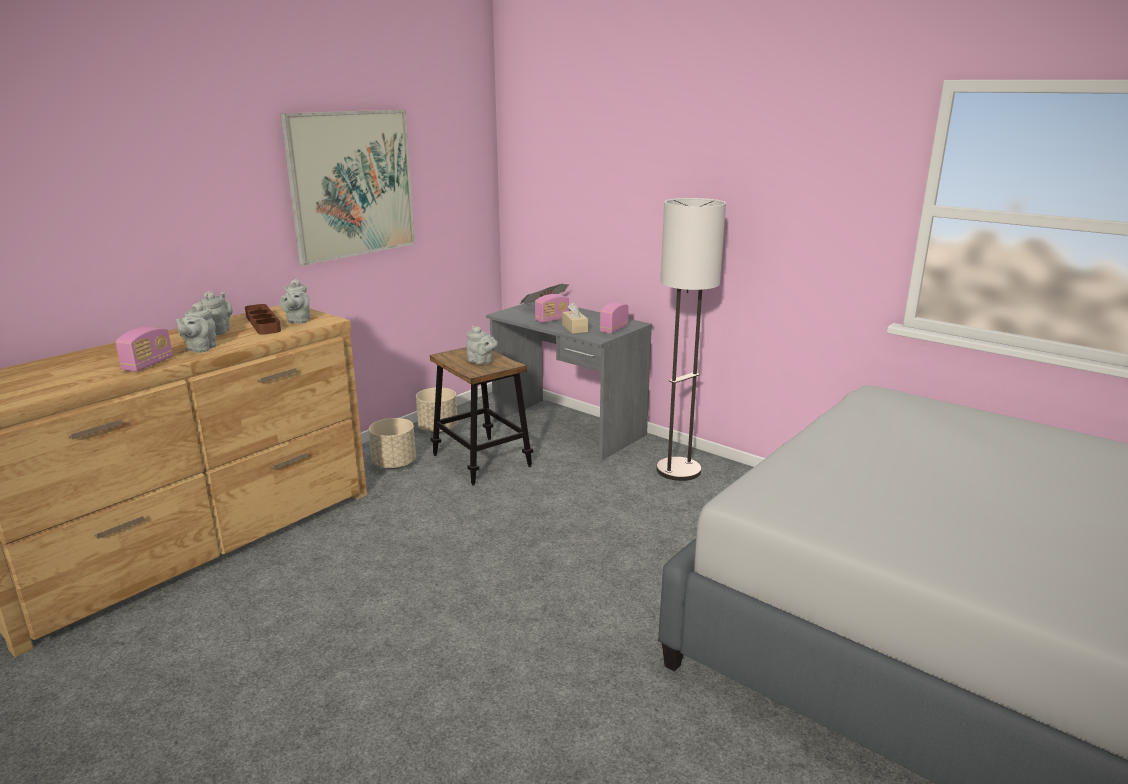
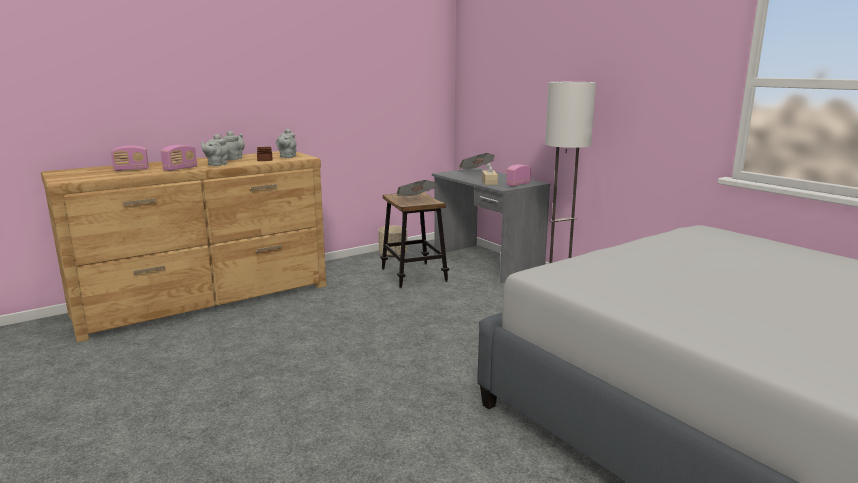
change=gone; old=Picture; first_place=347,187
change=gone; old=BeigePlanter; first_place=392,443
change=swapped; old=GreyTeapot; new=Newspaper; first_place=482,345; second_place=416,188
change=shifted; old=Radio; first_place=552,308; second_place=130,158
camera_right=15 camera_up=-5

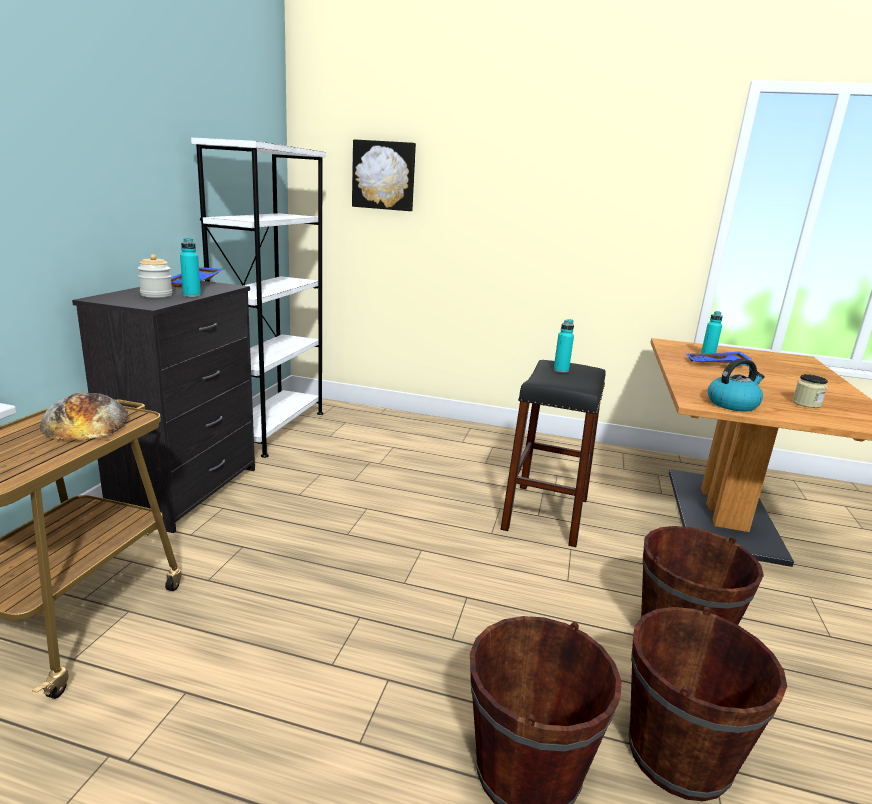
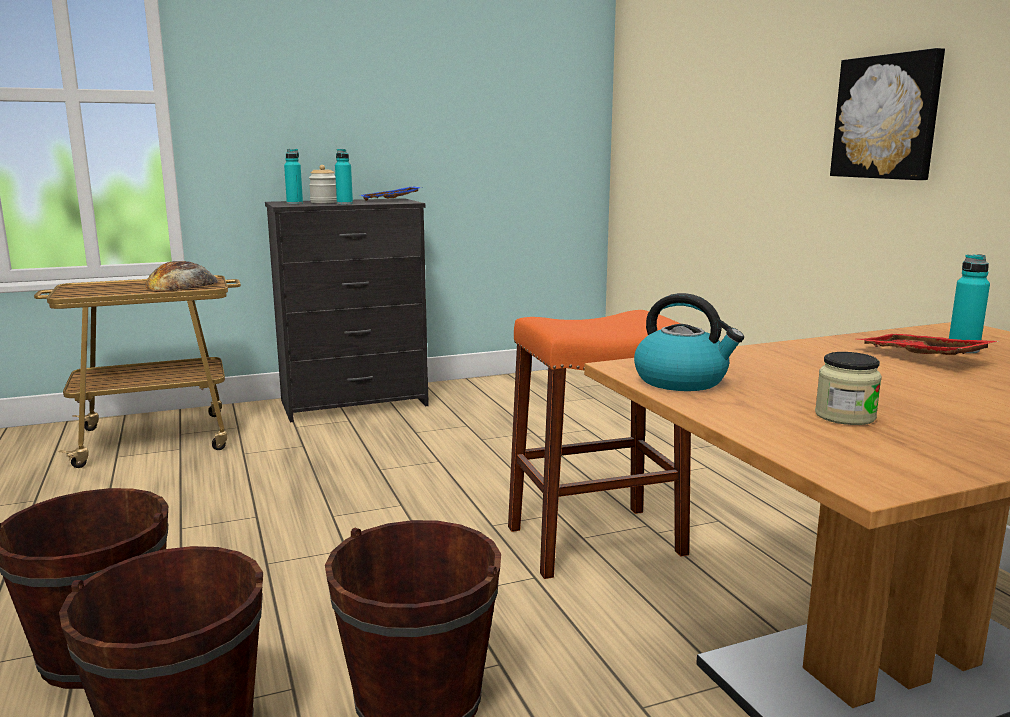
change=gone; old=WhiteBookcase; first_place=258,297
change=shifted; old=Picture; first_place=384,175; second_place=887,114
change=repainted; old=BlackStool; new=OrangeStool; first_place=553,453; second_place=599,444
change=shifted; old=TurquoiseBottle; first_place=563,346; second_place=293,176
change=repainted; old=BlueTray; new=RedTray; first_place=718,358; second_place=929,344
camera_right=55 camera_up=-5

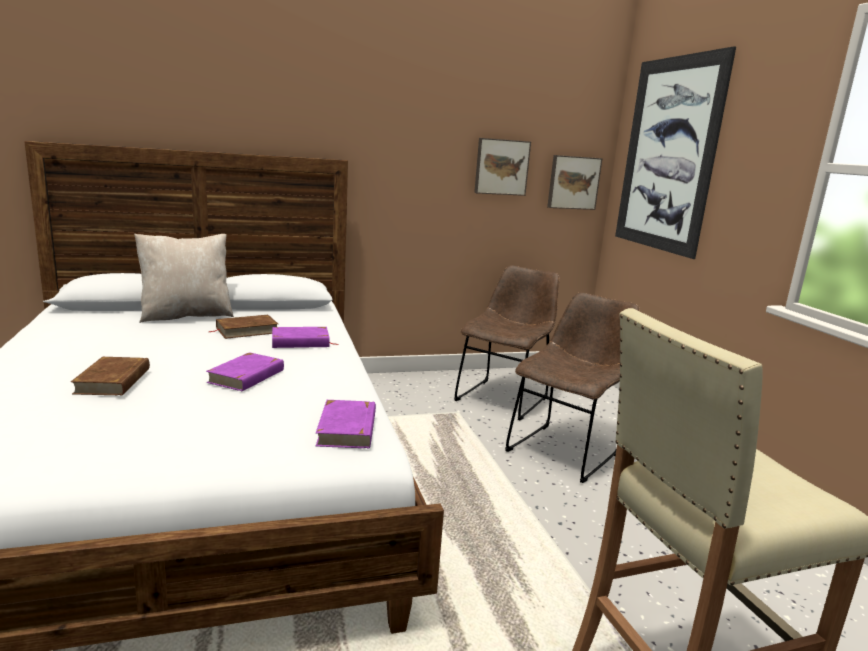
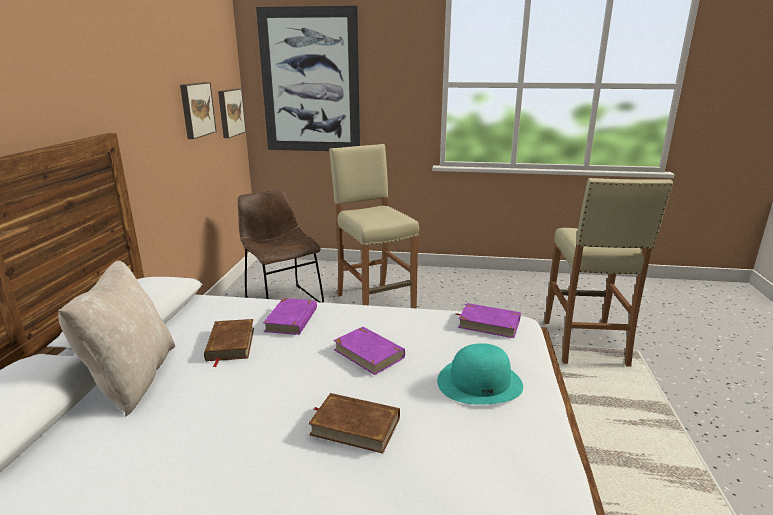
change=swapped; old=BrownChair; new=BeigeStool; first_place=572,387; second_place=374,226
change=new; new=TurquoiseHat; second_place=480,374
camera_right=-65 camera_up=5

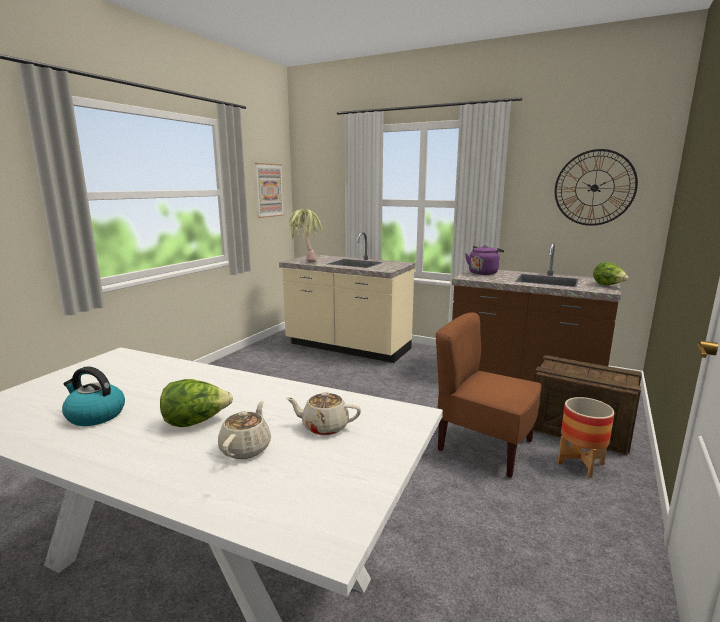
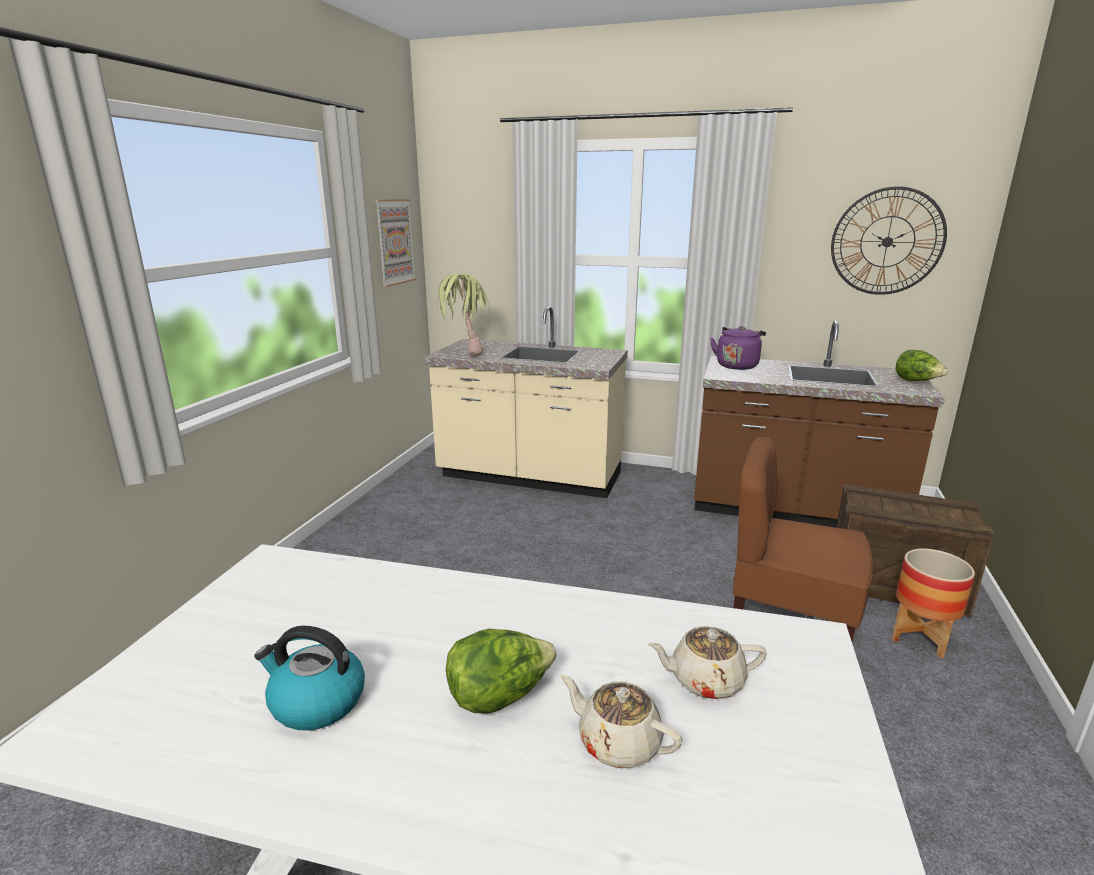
change=rotated; old=BeigeTeapot; first_place=244,430; second_place=621,721; degrees=-60
camera_right=-10 camera_up=5

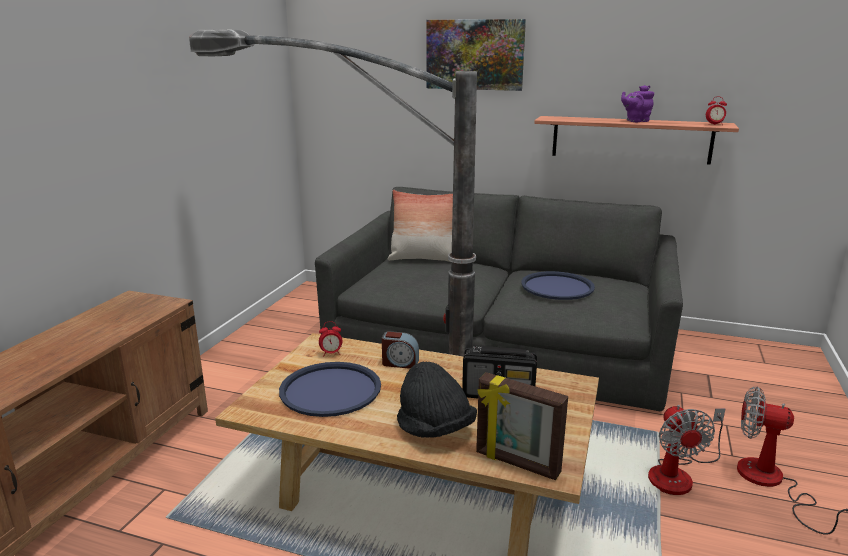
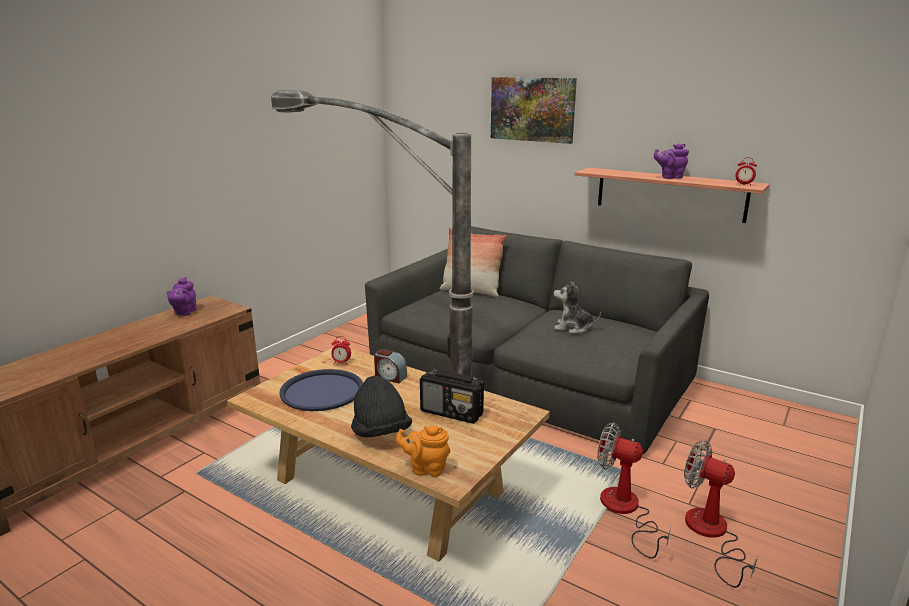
change=swapped; old=PictureFrame; new=OrangeTeapot; first_place=522,426; second_place=423,451
change=swapped; old=BlueTray; new=PlushToy; first_place=558,285; second_place=577,307
change=rotated; old=Fan; first_place=686,450; second_place=634,490; degrees=105
change=new; new=PurpleTeapot; second_place=181,296
camera_right=15 camera_up=0

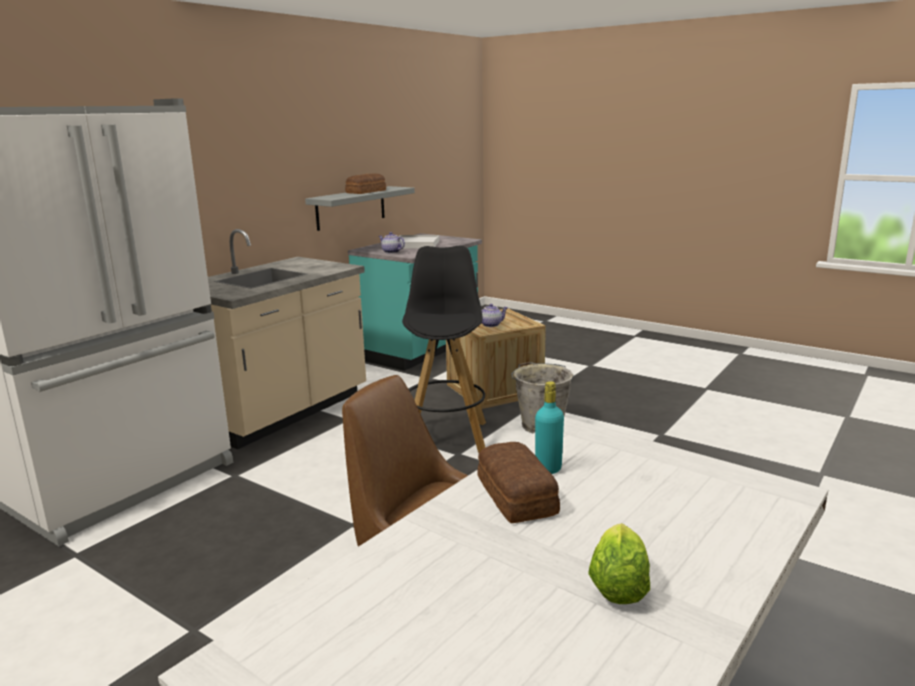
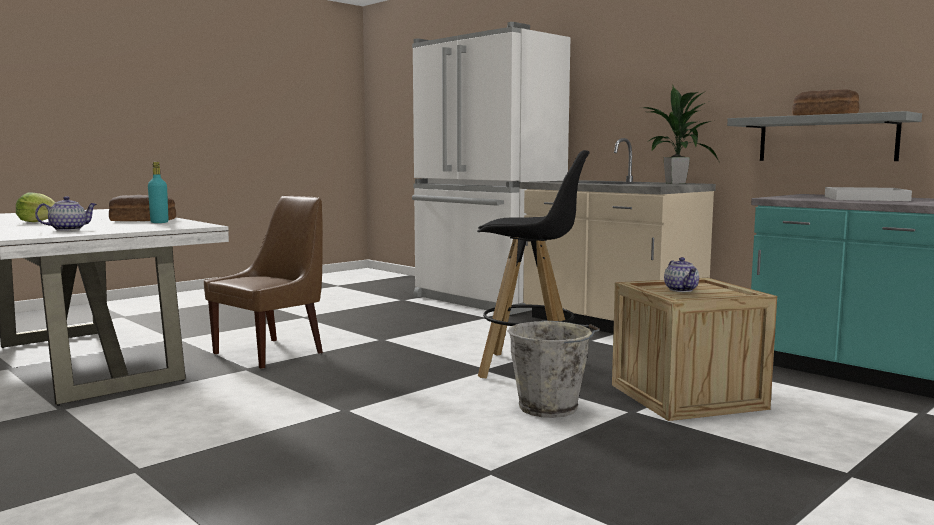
change=shifted; old=Teapot; first_place=392,242; second_place=66,213
change=new; new=PottedPlant; second_place=681,134
camera_right=100 camera_up=-10

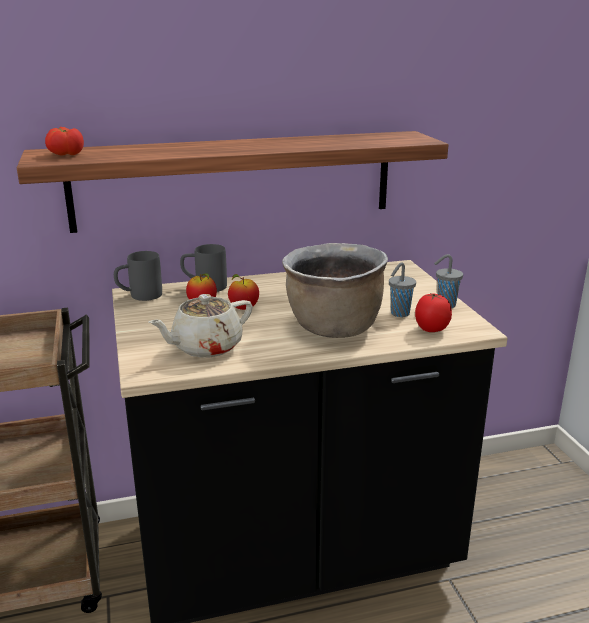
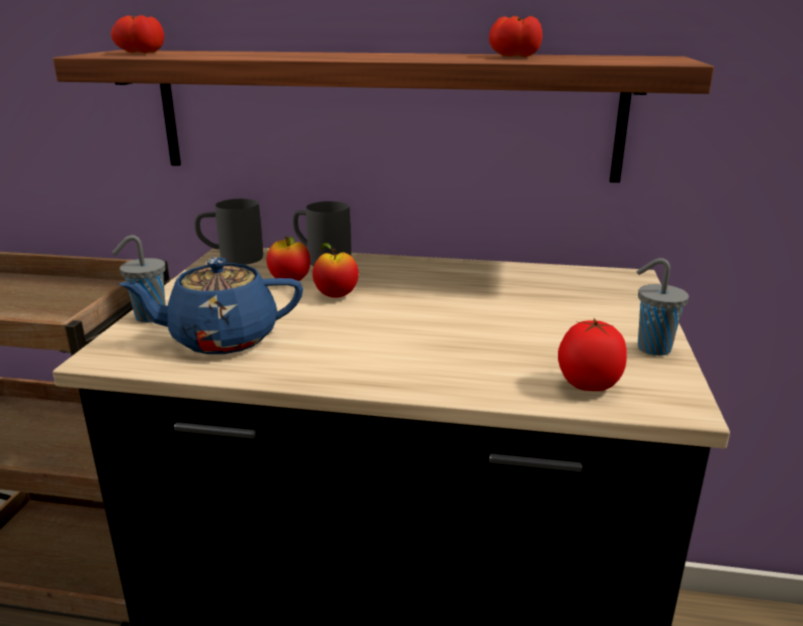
change=repainted; old=BeigeTeapot; new=BlueTeapot; first_place=200,326; second_place=211,305
change=gone; old=BrownCookingPot; first_place=335,290
change=shifted; old=GreyCup; first_place=402,289; second_place=139,279
change=new; new=Tomato; second_place=515,36
camera_right=25 camera_up=0

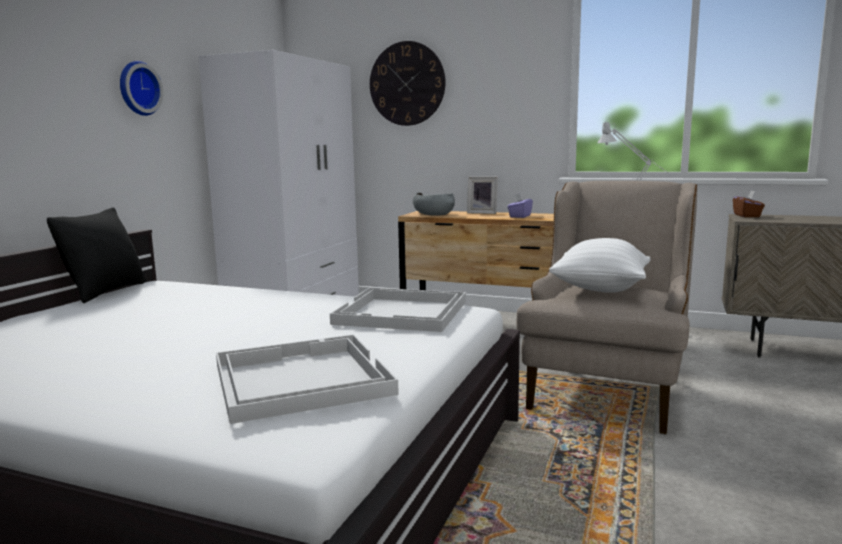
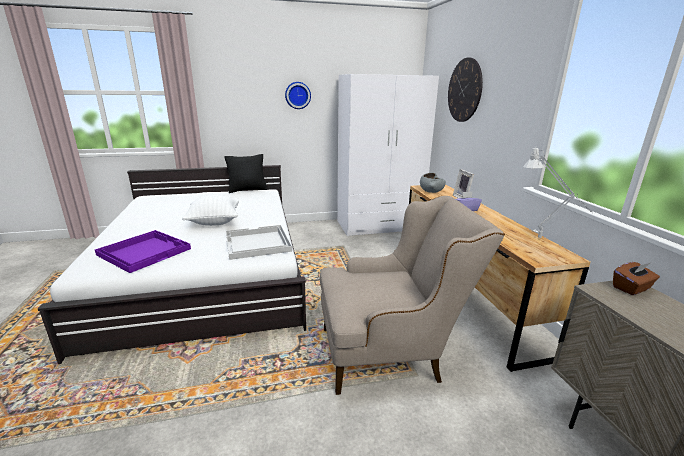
change=repainted; old=WhiteTray; new=PurpleTray; first_place=307,379; second_place=143,251
change=shifted; old=WhitePillow; first_place=600,265; second_place=210,210
camera_right=55 camera_up=10

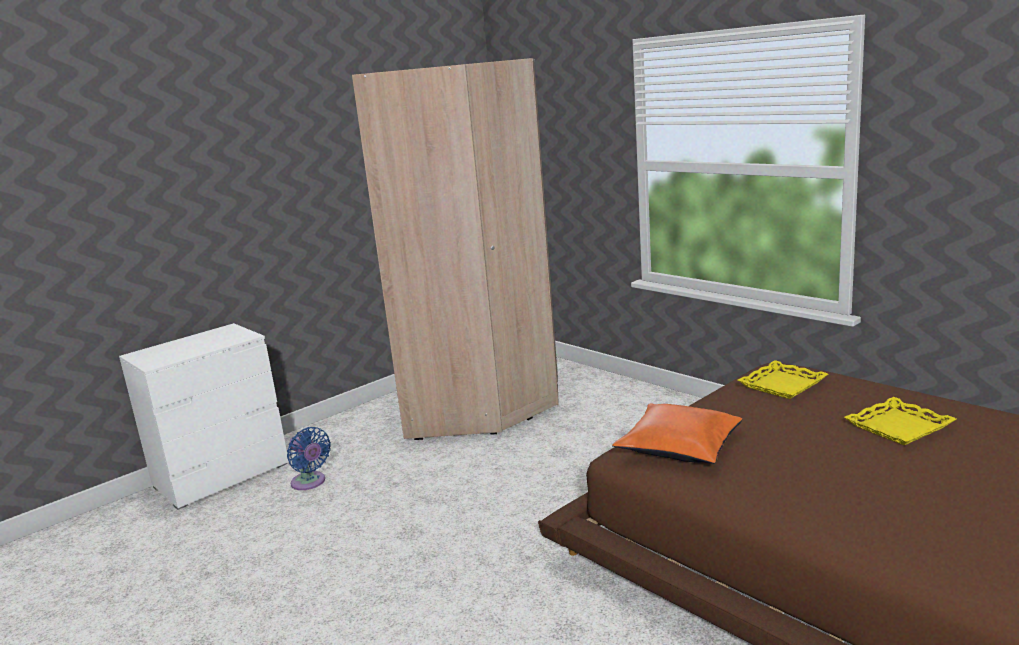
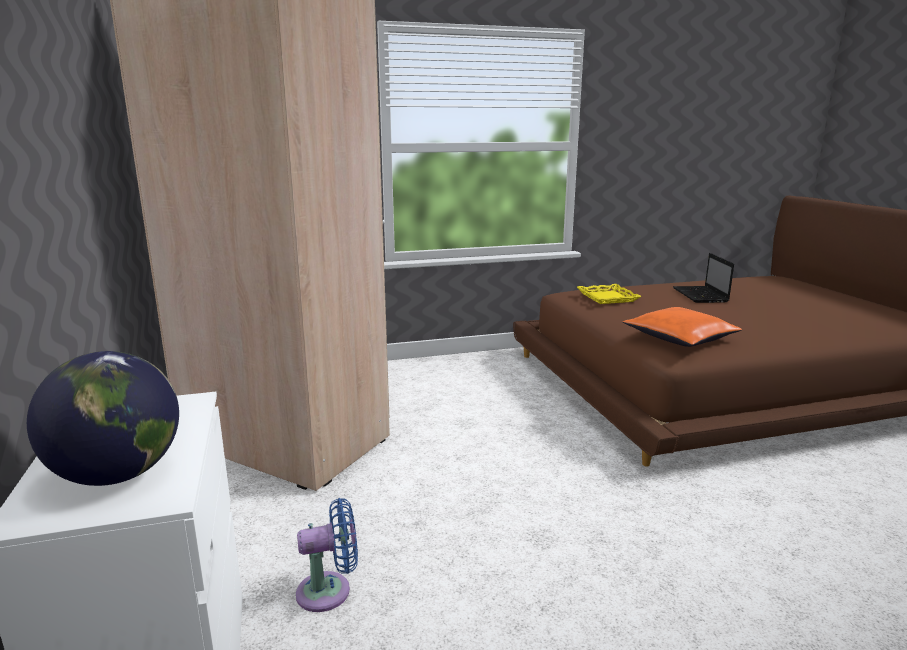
change=swapped; old=YellowTray; new=Laptop; first_place=900,421; second_place=703,278
change=new; new=Globe; second_place=103,418
camera_right=-65 camera_up=0

